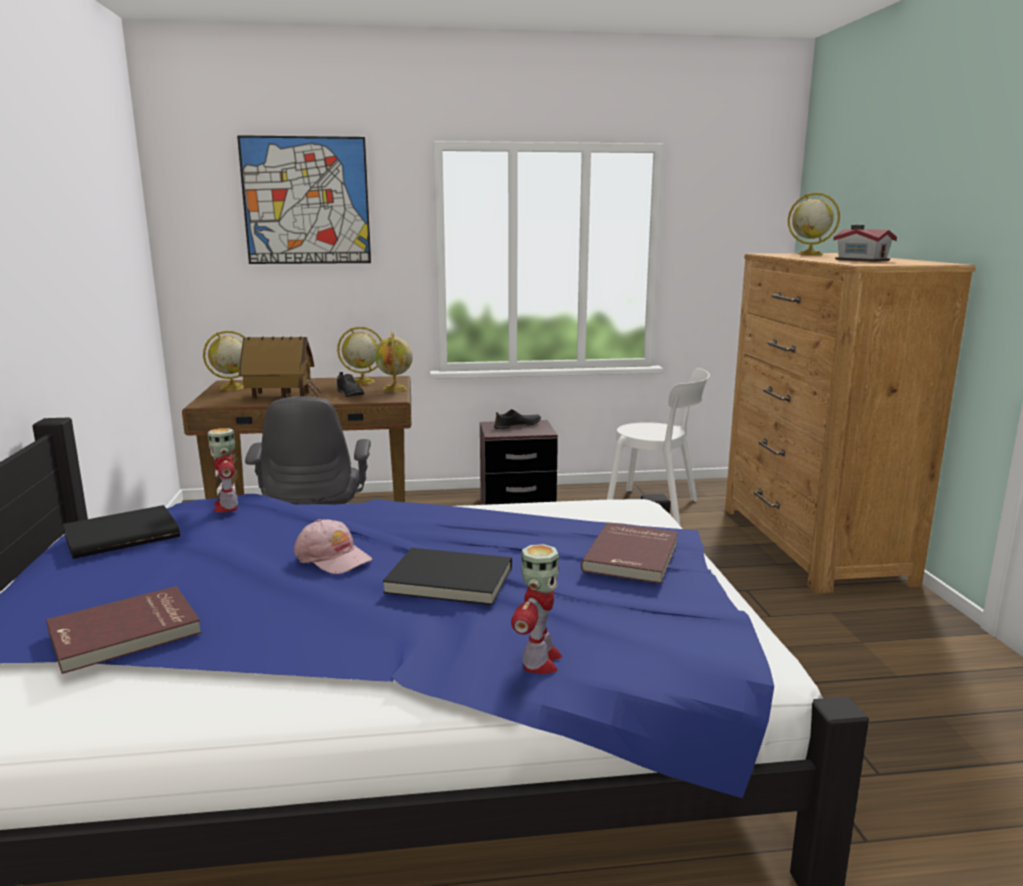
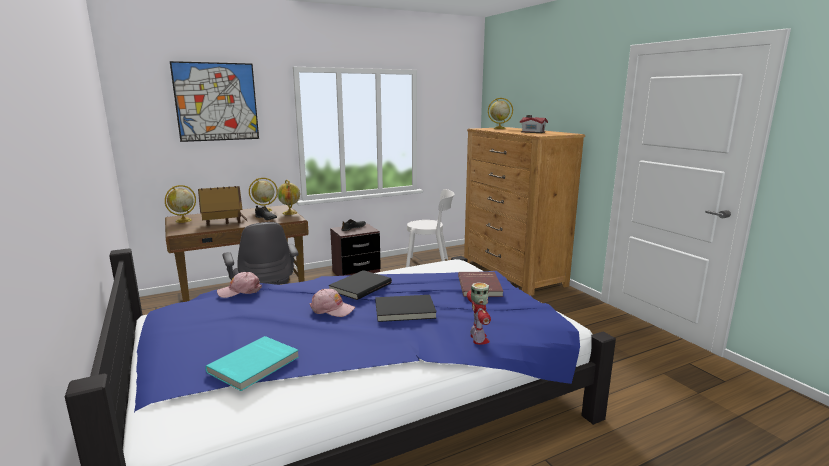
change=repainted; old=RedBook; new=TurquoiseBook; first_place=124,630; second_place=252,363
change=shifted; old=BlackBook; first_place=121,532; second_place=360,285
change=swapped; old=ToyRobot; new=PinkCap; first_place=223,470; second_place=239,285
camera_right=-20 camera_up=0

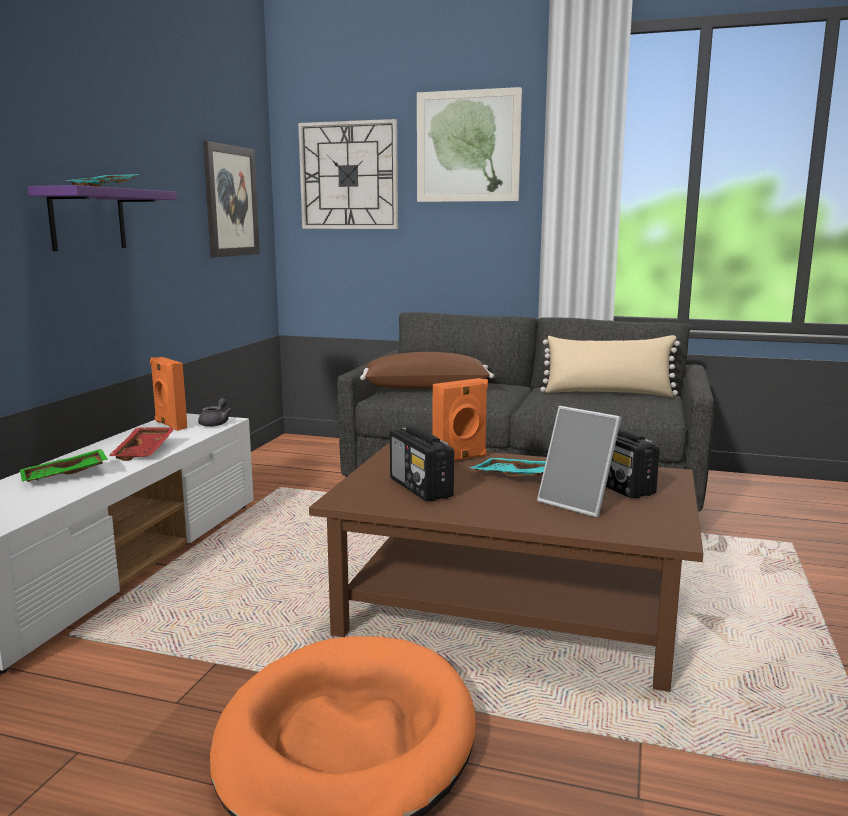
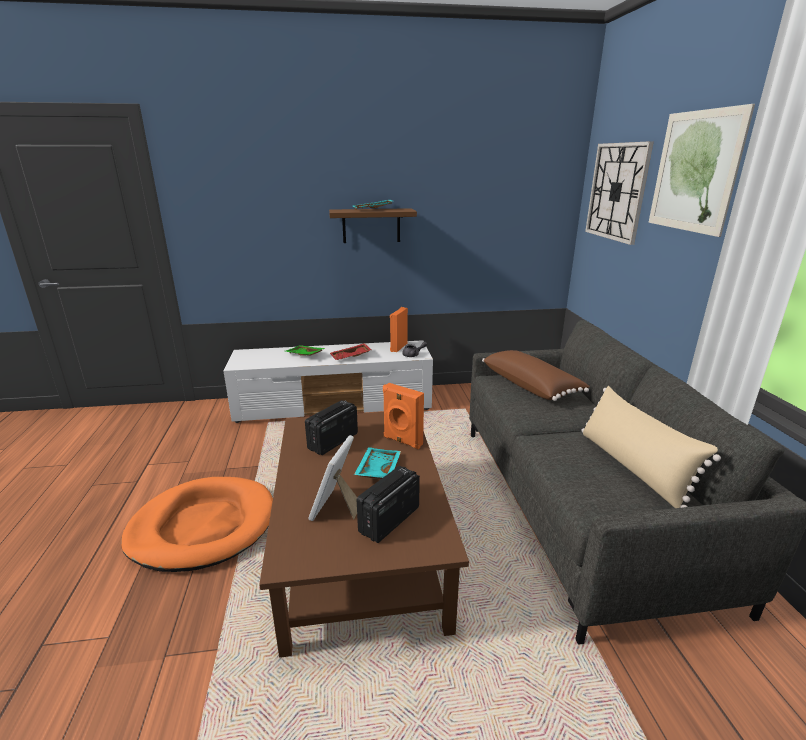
change=repainted; old=PurpleShelf; new=BrownShelf; first_place=102,218; second_place=373,225
change=gone; old=Picture; first_place=231,199
camera_right=65 camera_up=10

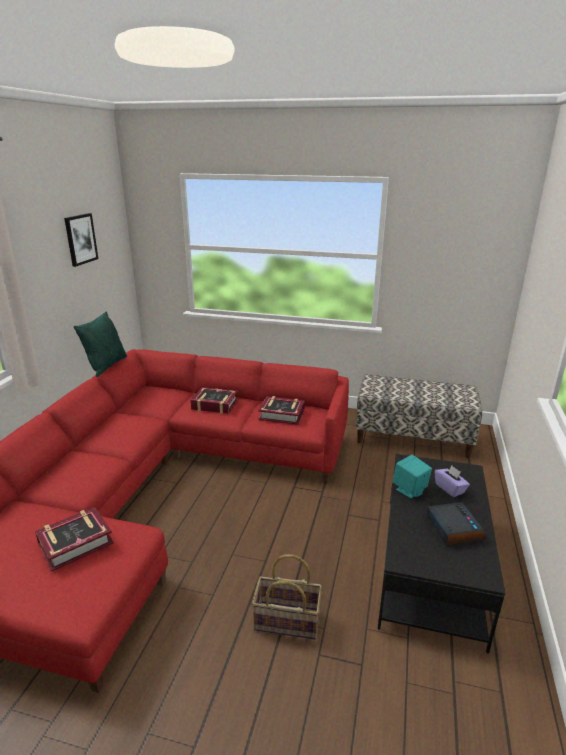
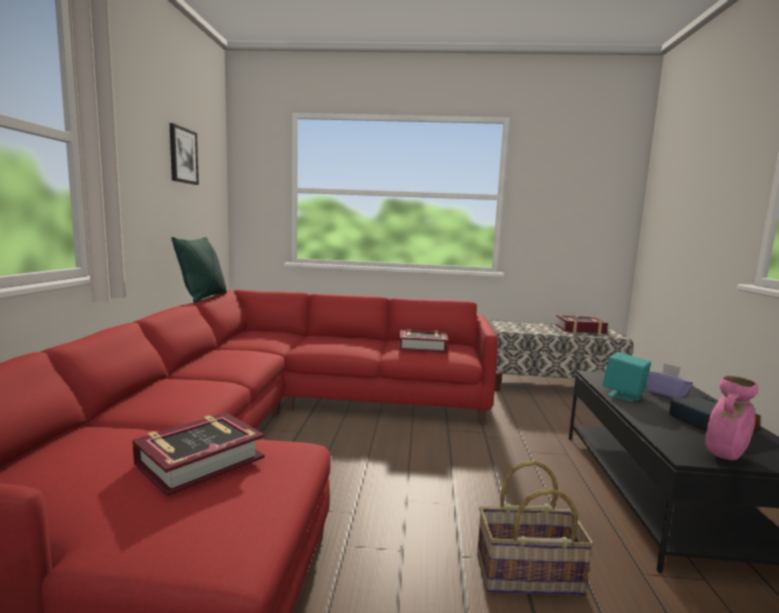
change=shifted; old=Book; first_place=214,400; second_place=581,324
change=new; new=PinkVase; second_place=731,418
camera_right=-10 camera_up=-15

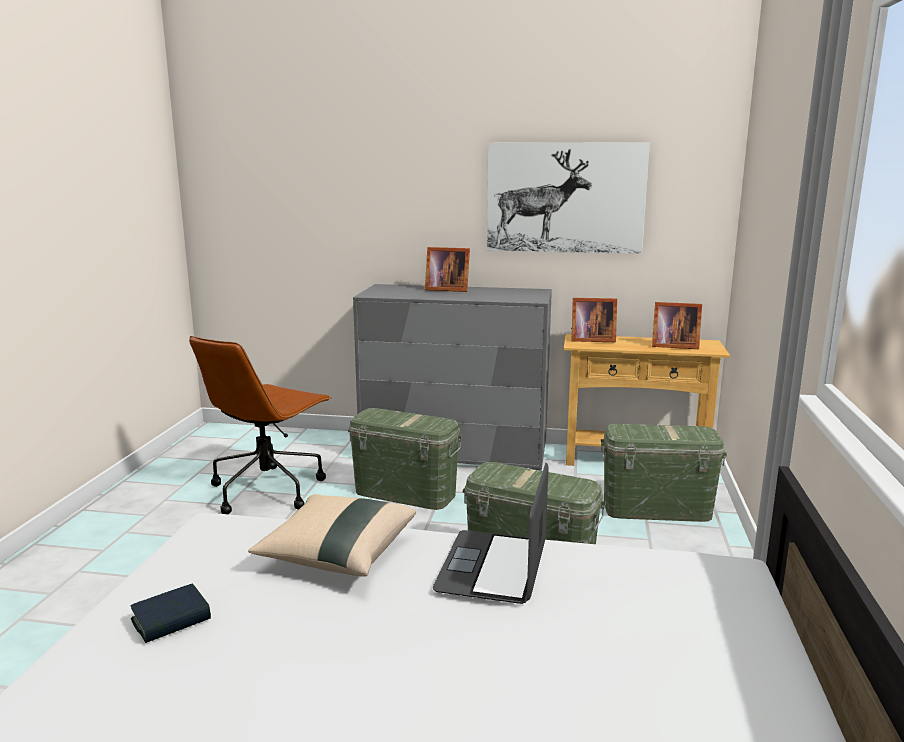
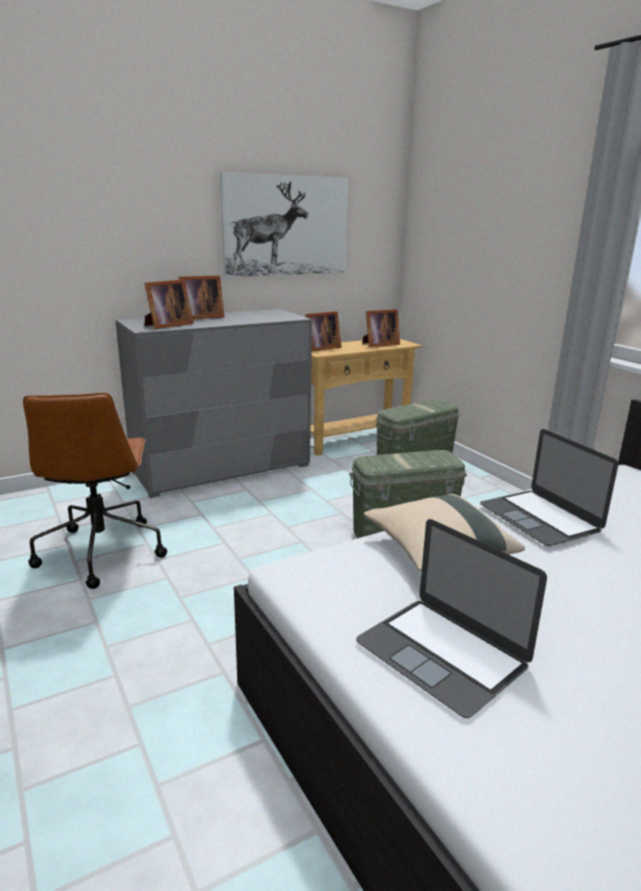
change=swapped; old=Book; new=Laptop; first_place=170,613; second_place=451,618
change=gone; old=GreenStorageBox; first_place=405,459
change=new; new=PictureFrame; second_place=169,304
camera_right=-40 camera_up=5

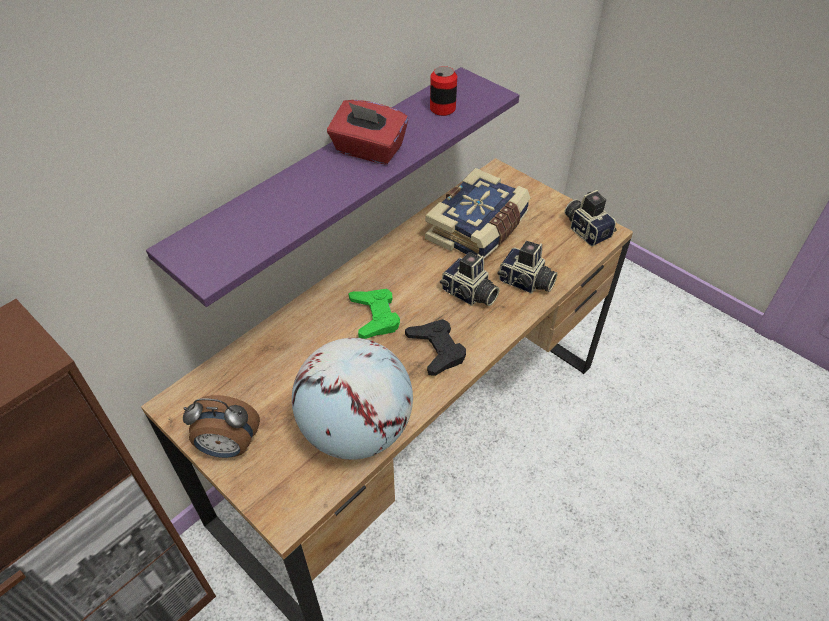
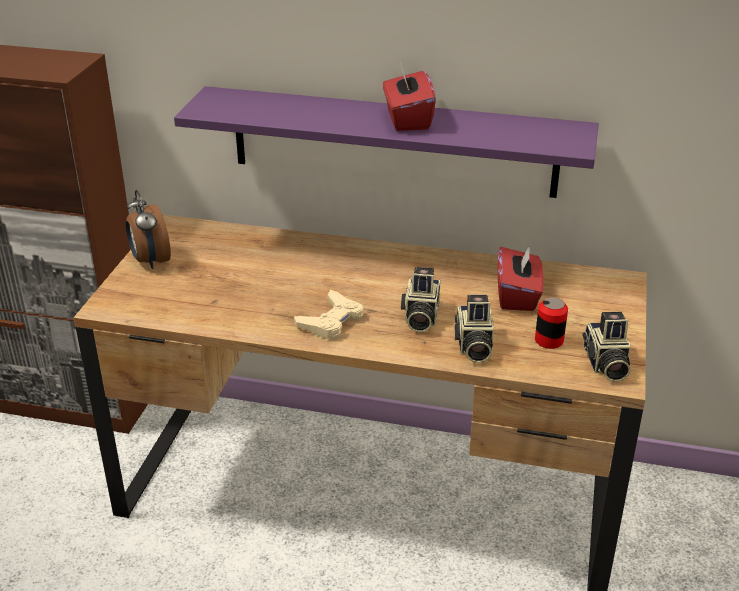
change=gone; old=Globe; first_place=352,399
change=gone; old=GreenGameController; first_place=374,314
change=repainted; old=BlackGameController; new=BeigeGameController; first_place=435,347; second_place=328,315
change=swapped; old=Book; new=RedTissueBox; first_place=478,213; second_place=521,278
change=shifted; old=Can; first_place=443,91; second_place=551,323
change=rotated; old=PhotoCamera; first_place=590,218; second_place=606,347; degrees=150
camera_right=60 camera_up=-15

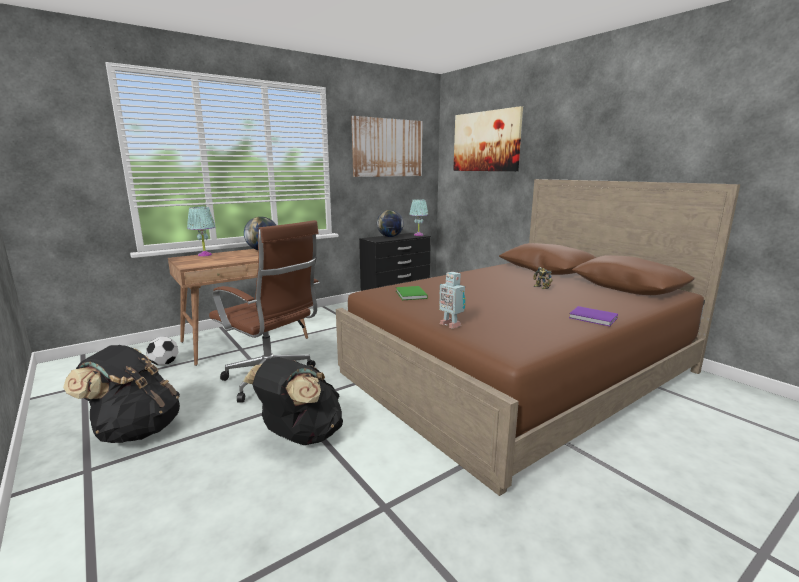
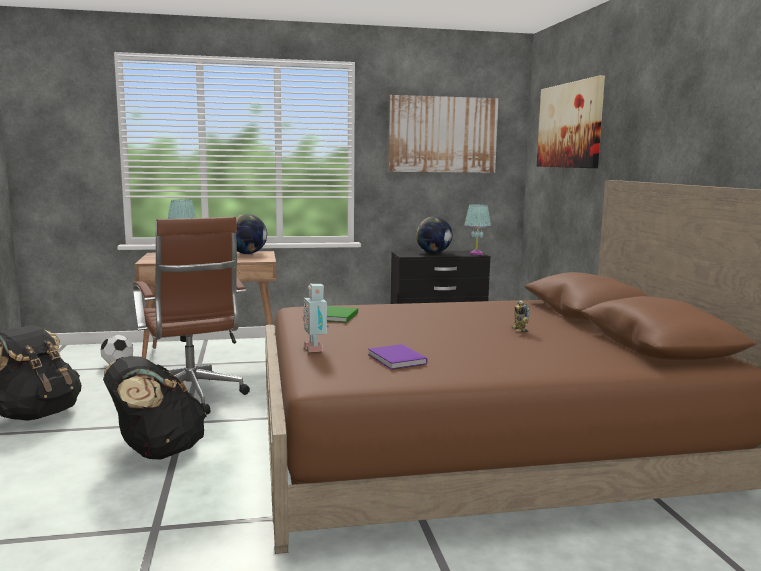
change=shifted; old=PurpleBook; first_place=593,316; second_place=397,357
camera_right=25 camera_up=-5

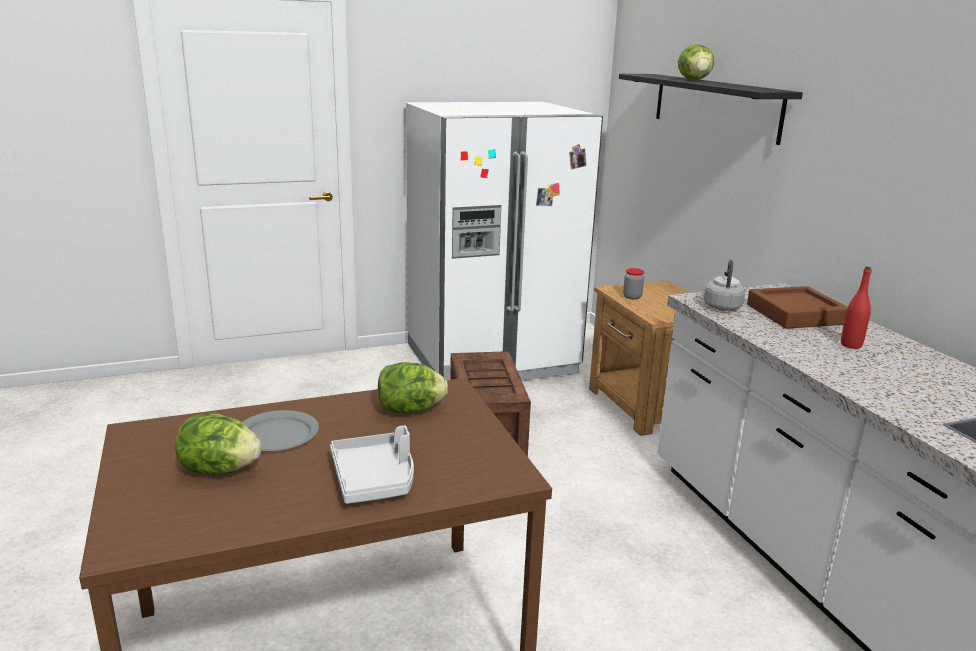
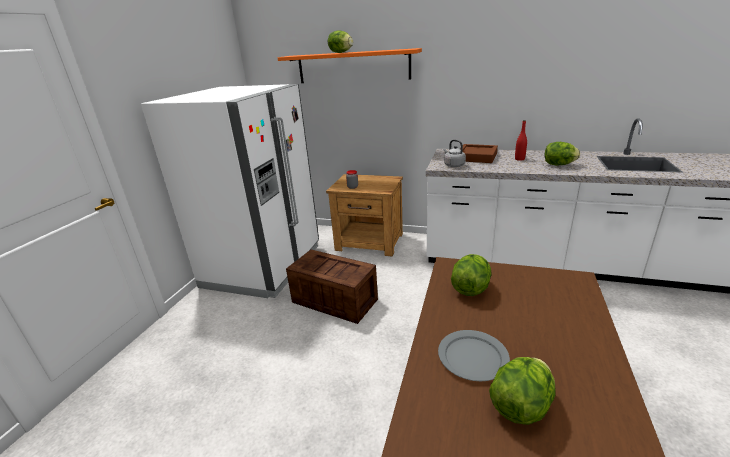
change=gone; old=GreyTray; first_place=372,464
change=repainted; old=BlackShelf; new=OrangeShelf; first_place=711,109; second_place=350,65
change=new; new=Lettuce; second_place=562,153
camera_right=-50 camera_up=5

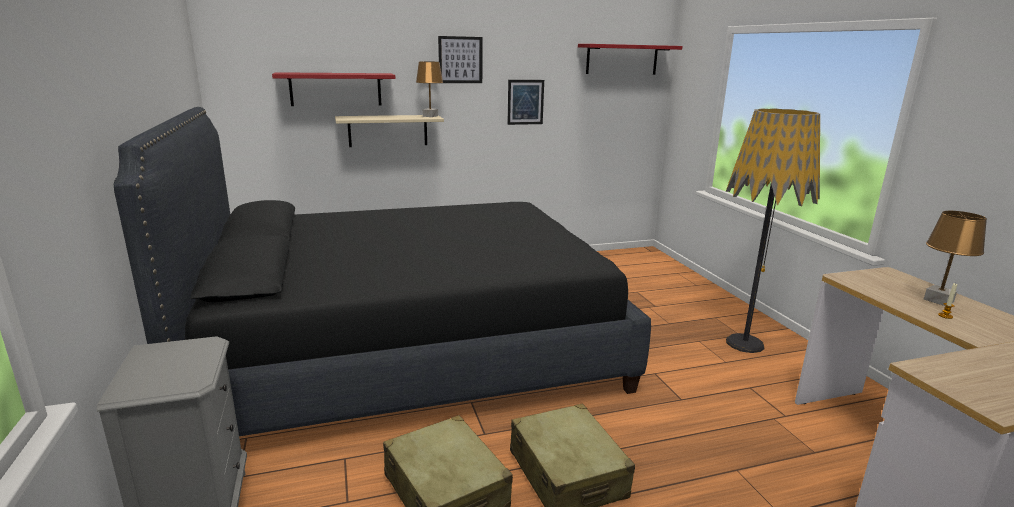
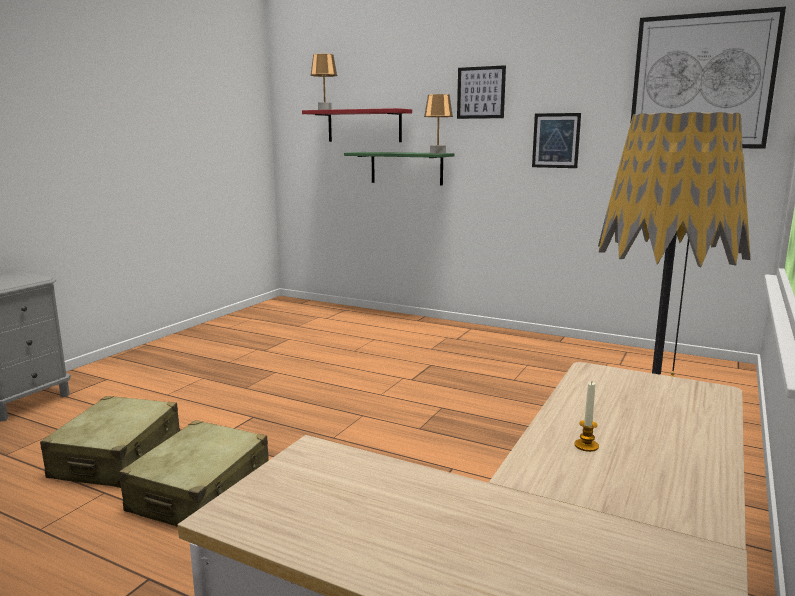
change=gone; old=BlackBed; first_place=382,271
change=repainted; old=BeigeShelf; new=GreenShelf; first_place=389,131; second_place=399,169
change=swapped; old=RedShelf; new=Picture; first_place=630,59; second_place=708,78
change=shifted; old=BrownTableLamp; first_place=955,258; second_place=324,82
camera_right=45 camera_up=-5

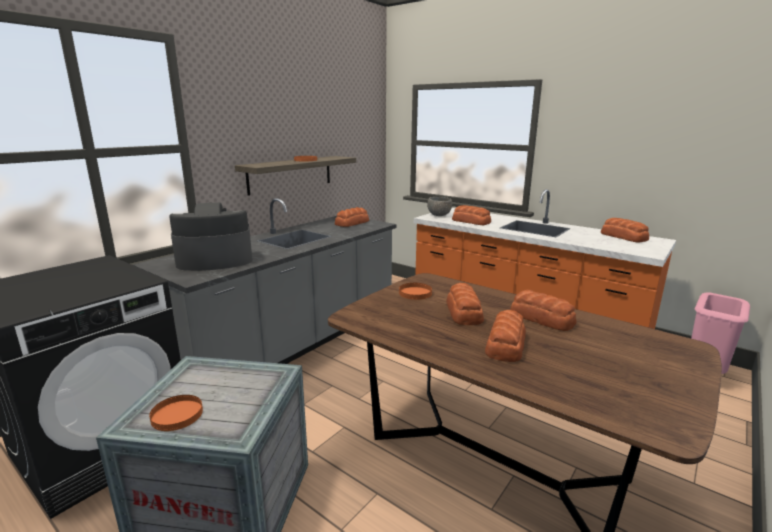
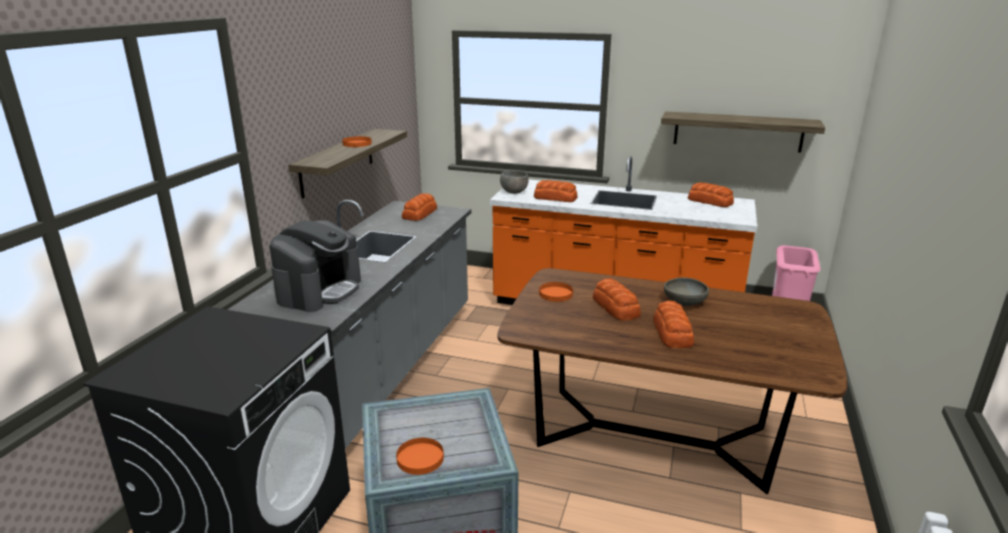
change=rotated; old=CoffeeMachine; first_place=210,236; second_place=315,266; degrees=150
change=swapped; old=Bread; new=GreyBowl; first_place=543,310; second_place=686,291
change=new; new=Shelf; second_place=743,132
camera_right=-20 camera_up=5

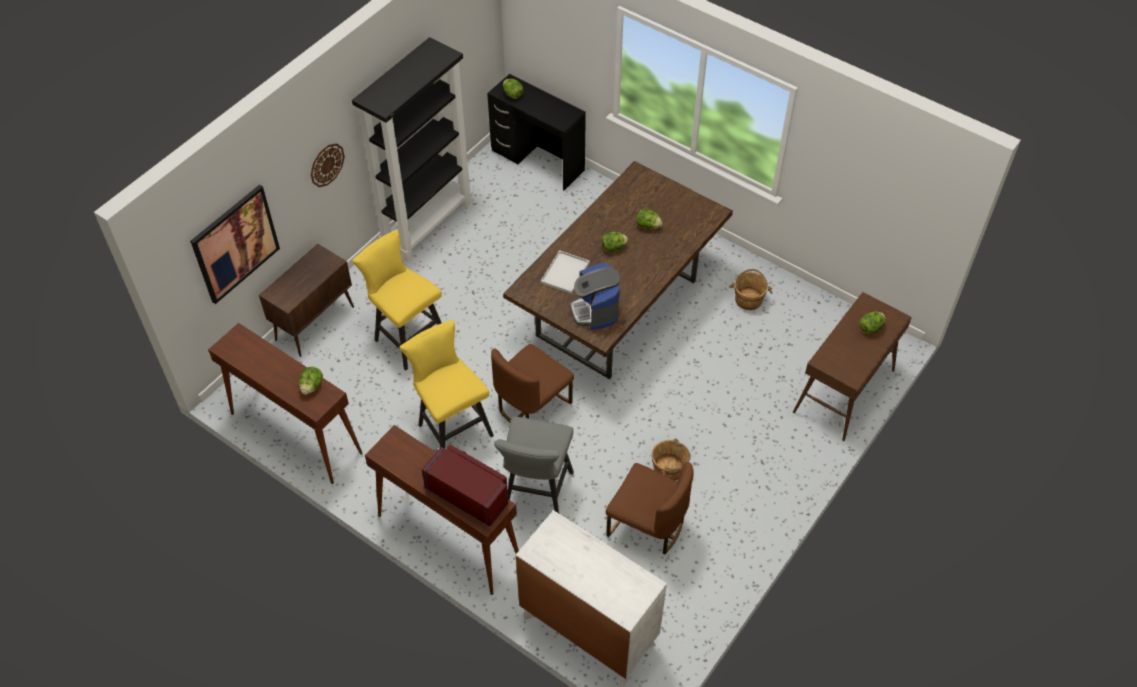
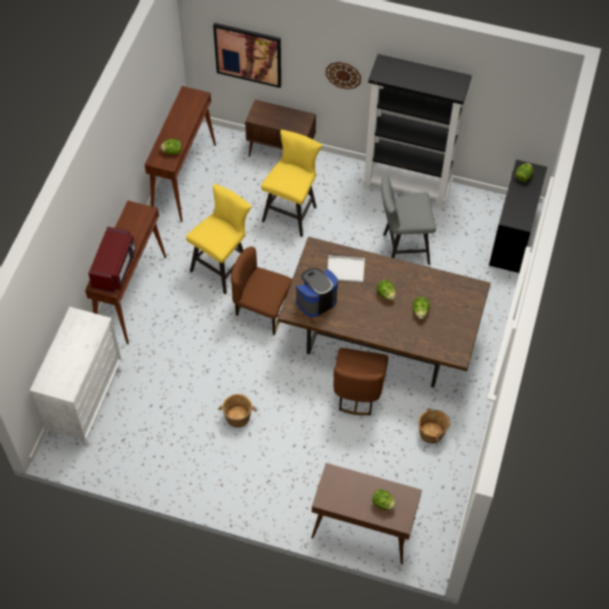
change=shifted; old=GreyStool; first_place=534,465; second_place=408,220
change=shifted; old=BrownChair; first_place=650,508; second_place=360,381
camera_right=70 camera_up=5

